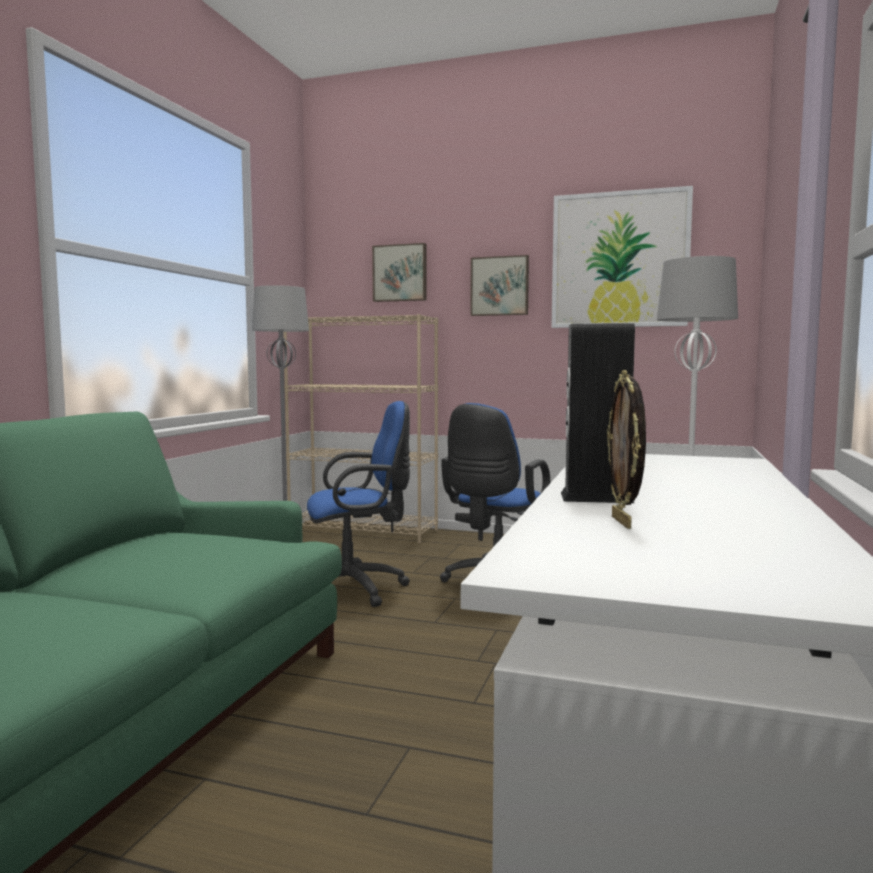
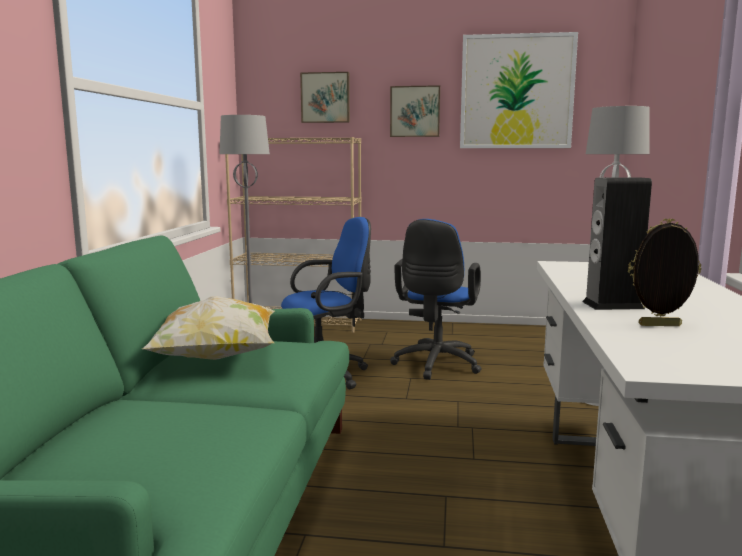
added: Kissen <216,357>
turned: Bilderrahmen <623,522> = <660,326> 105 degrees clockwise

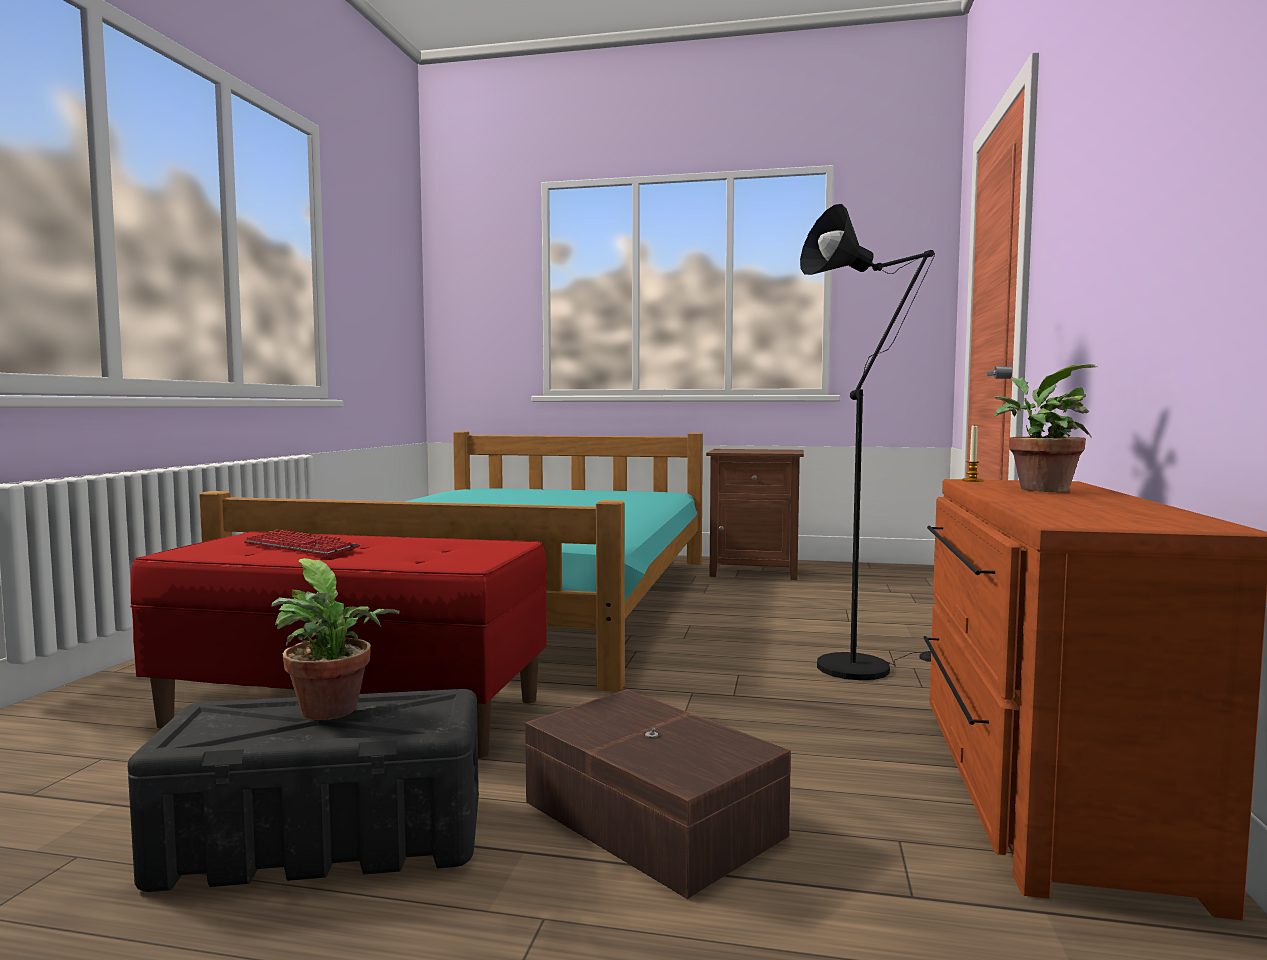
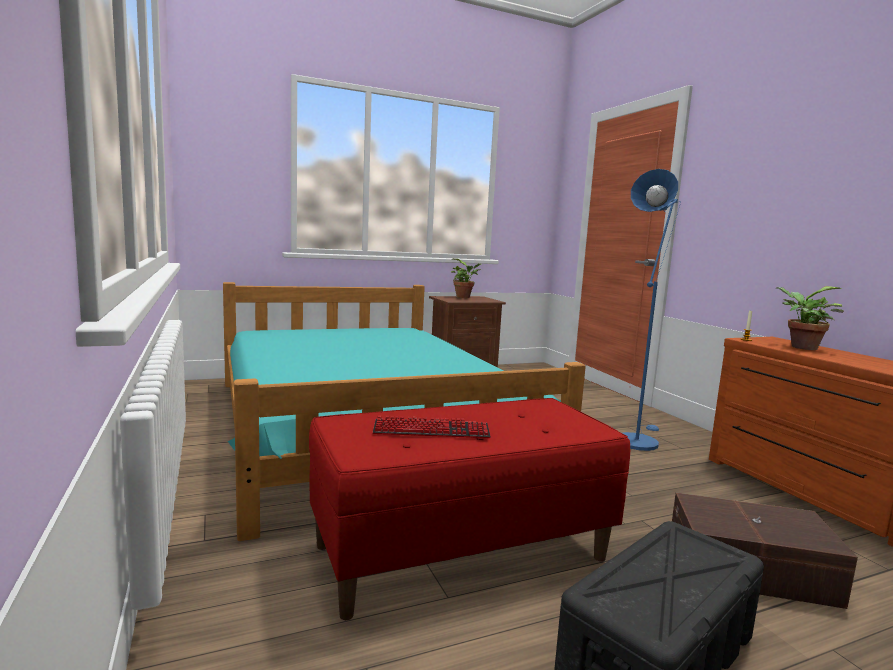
moved: Topfpflanze <332,712> to <465,297>
recoloured: Stehlampe/schwarz <863,665> to Stehlampe/blau <637,440>

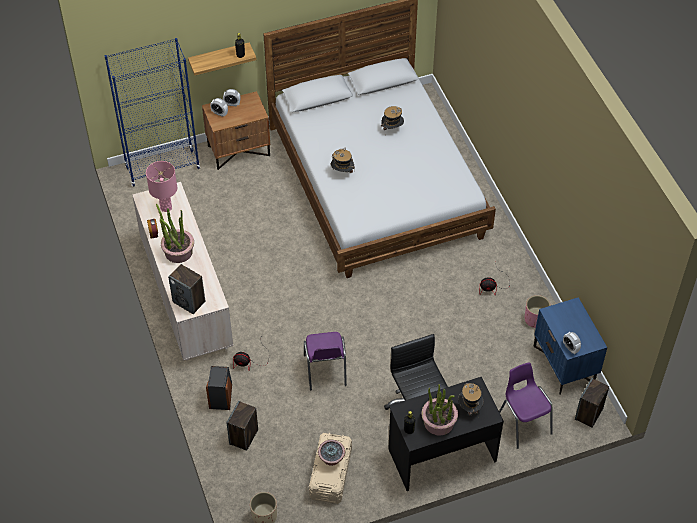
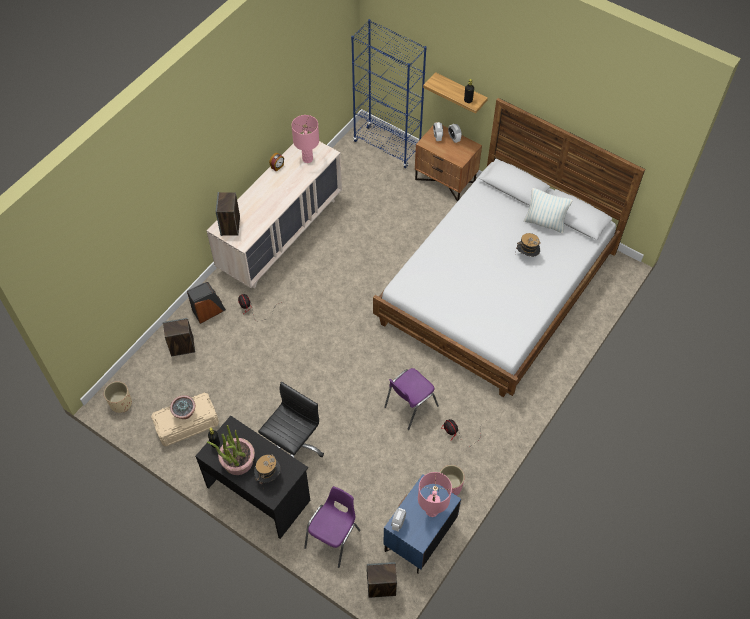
removed: Topfpflanze <178,252>; Hut <342,172>
added: Tischlampe/rosa <431,511>; Kissen <544,223>
moved: Stuhl/lila <325,371> to <409,407>

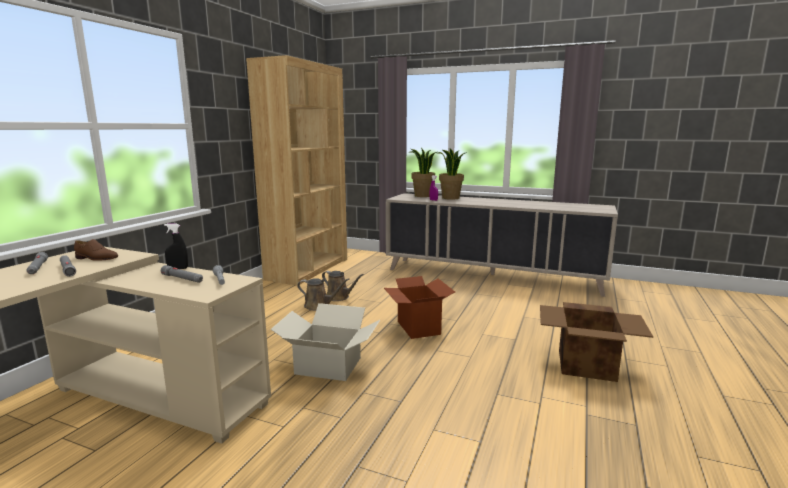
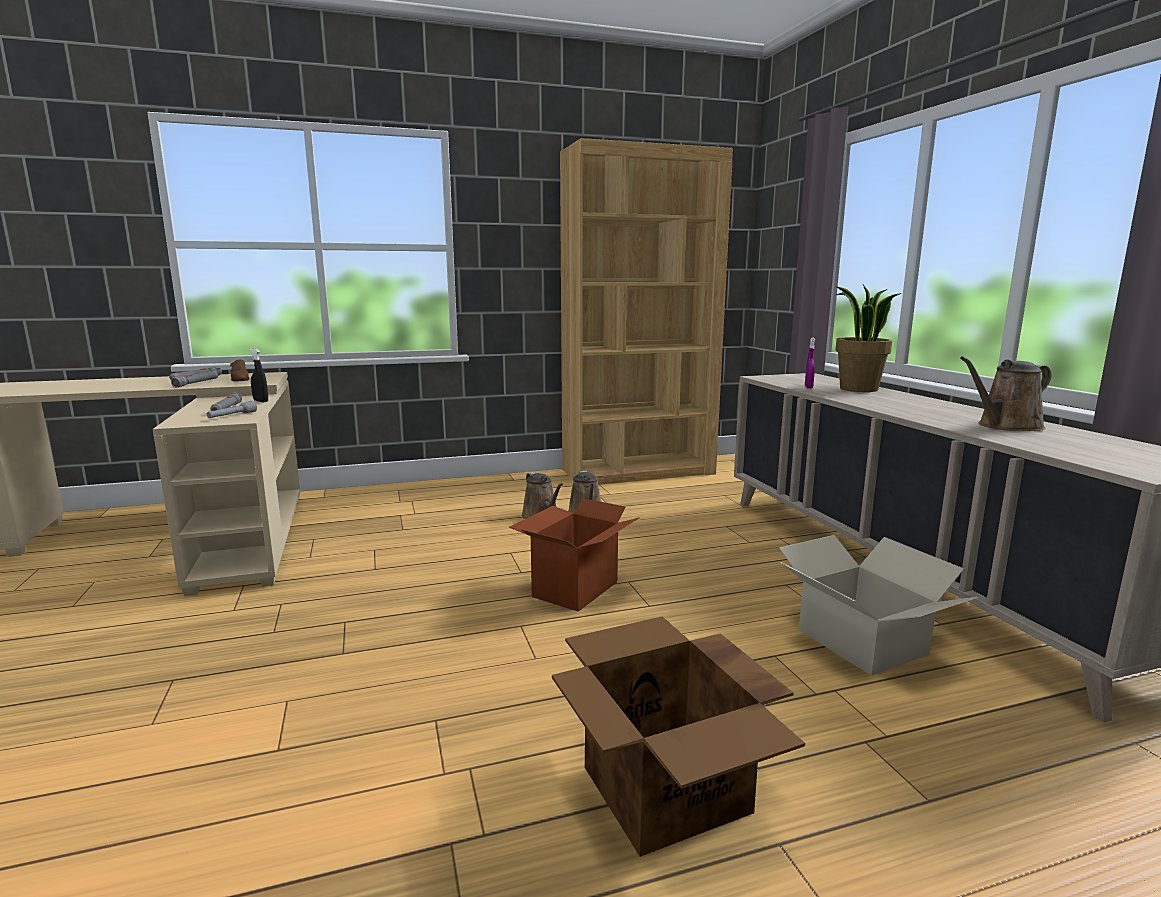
removed: Topfpflanze <422,196>
added: Gießkanne/braun <1005,426>
moved: Karton <328,365> to <862,641>

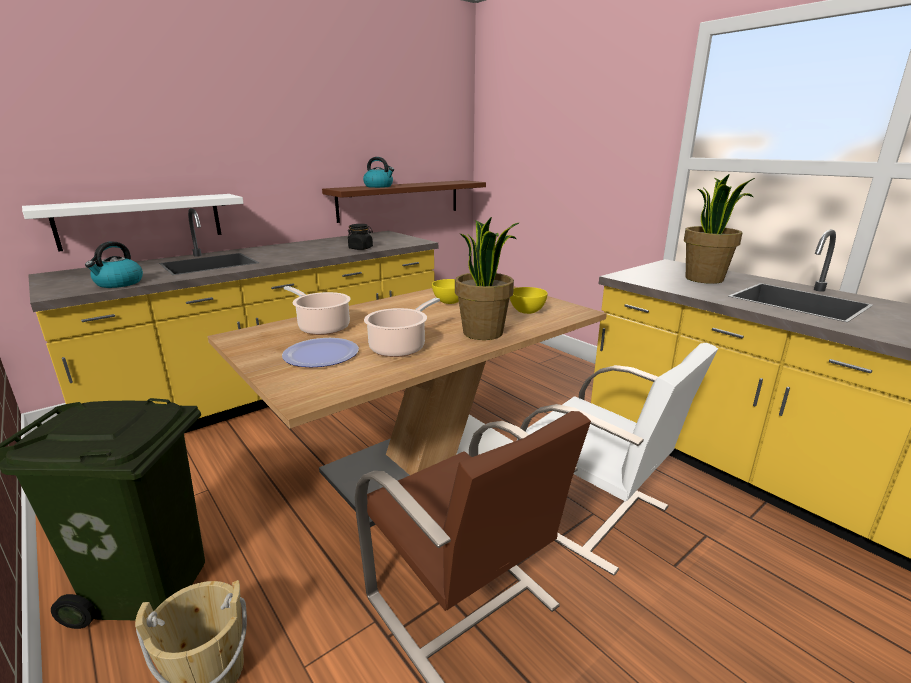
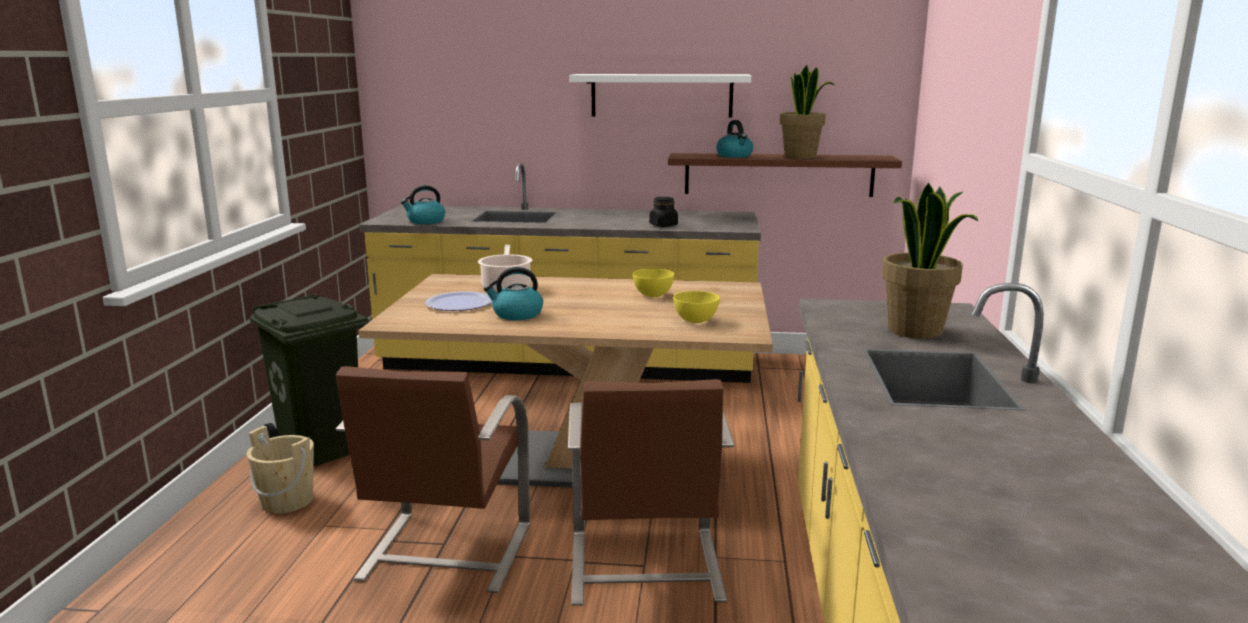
moved: Wandregal/weiß <141,221> to <661,95>; Topfpflanze <484,333> to <801,157>
replaced: Kochtopf <400,347> to Wasserkessel <516,314>
recoloured: Stuhl/weiß <596,515> to Stuhl/braun <644,568>

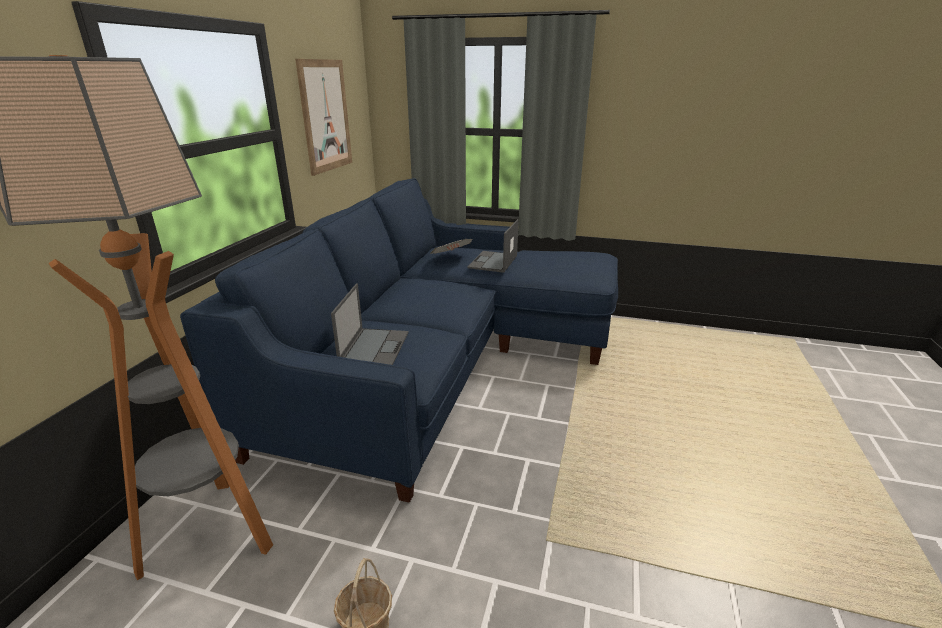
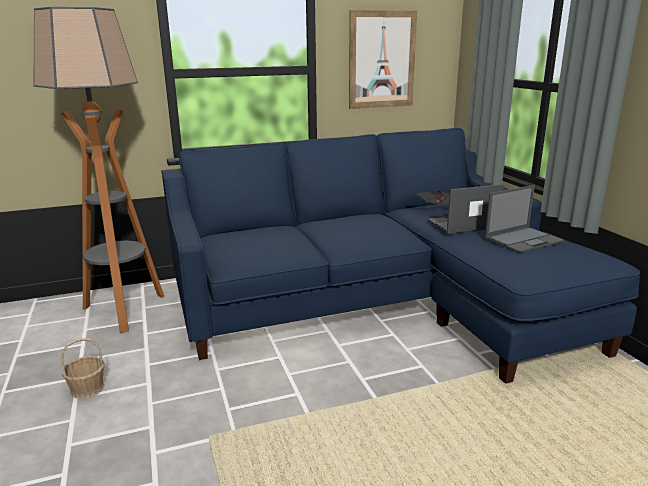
moved: Laptop <374,347> to <524,239>

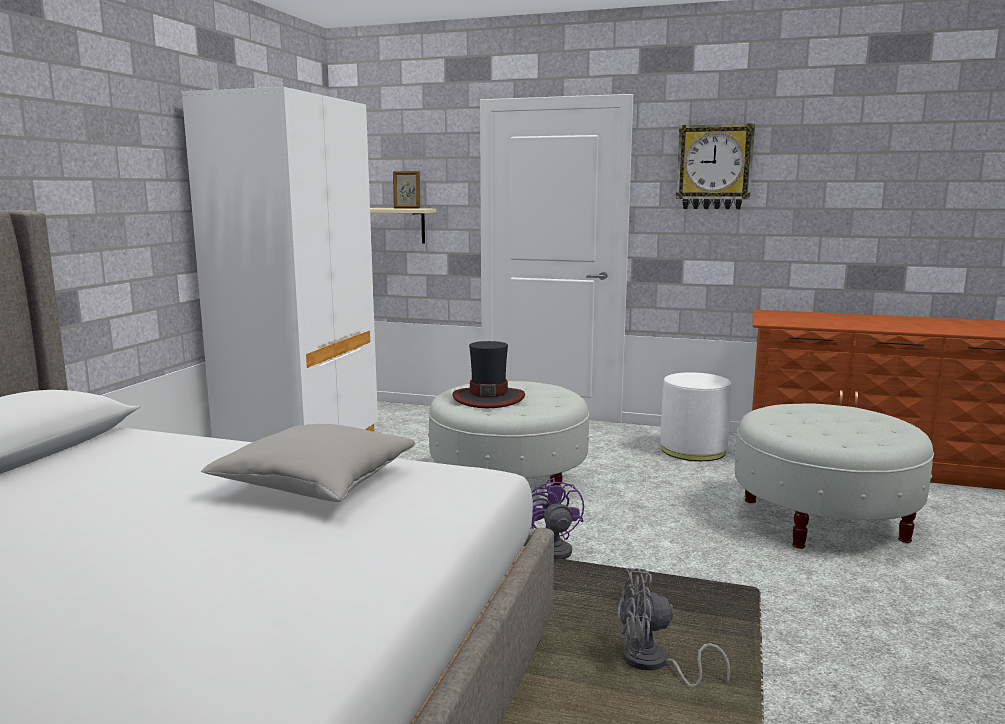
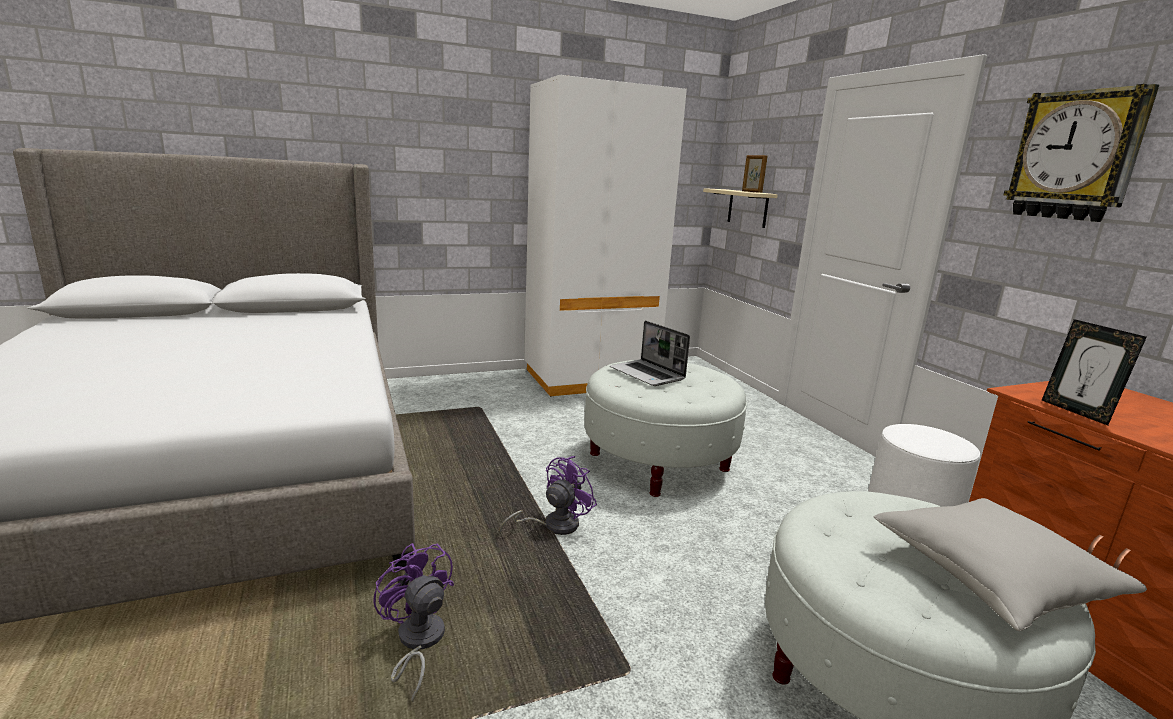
added: Bilderrahmen <1077,412>
moved: Kissen/grau <316,484> to <991,577>
replaced: Hut <488,398> to Laptop <648,374>
recoloured: Ventilator/grau <653,664> to Ventilator/lila <417,643>

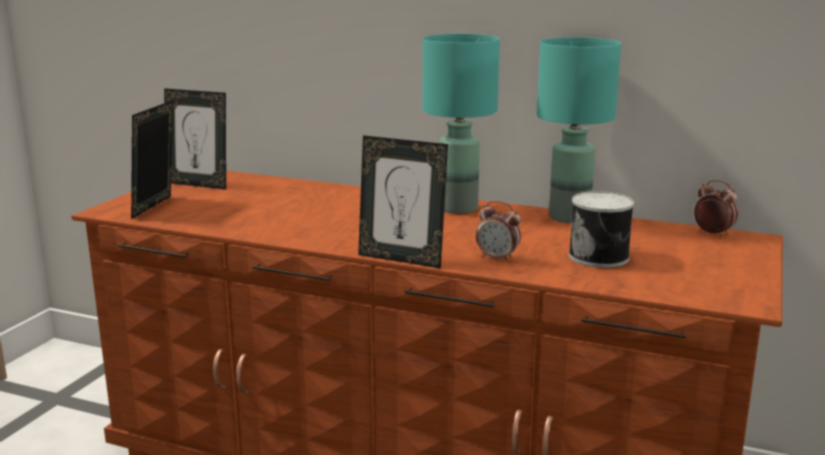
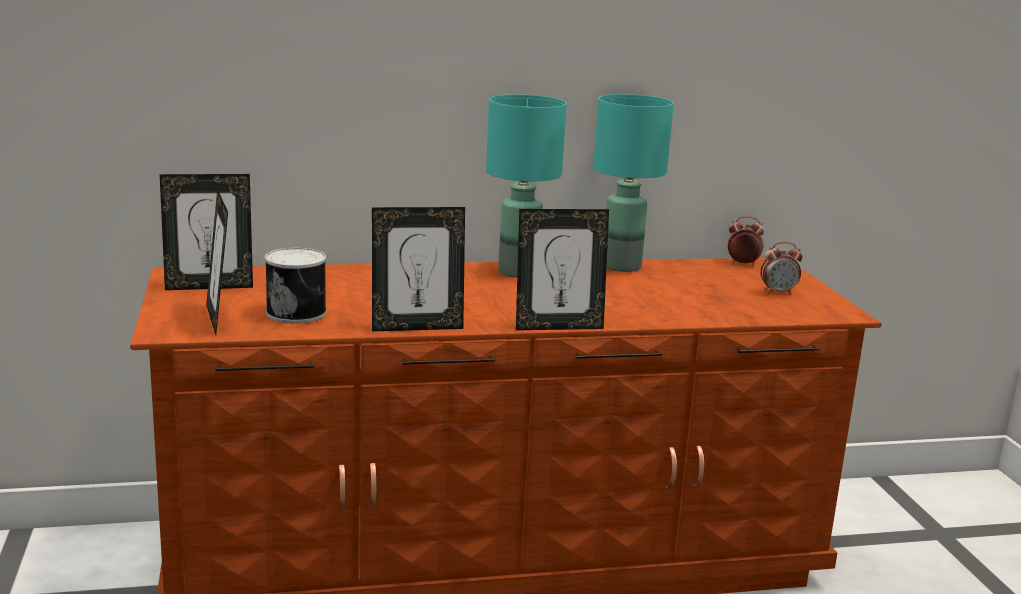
added: Bilderrahmen <417,327>
moved: Dose <600,256> to <297,312>; Wecker <497,258> to <778,292>

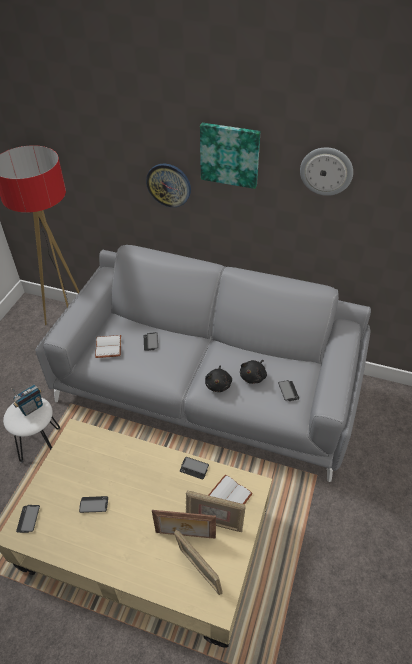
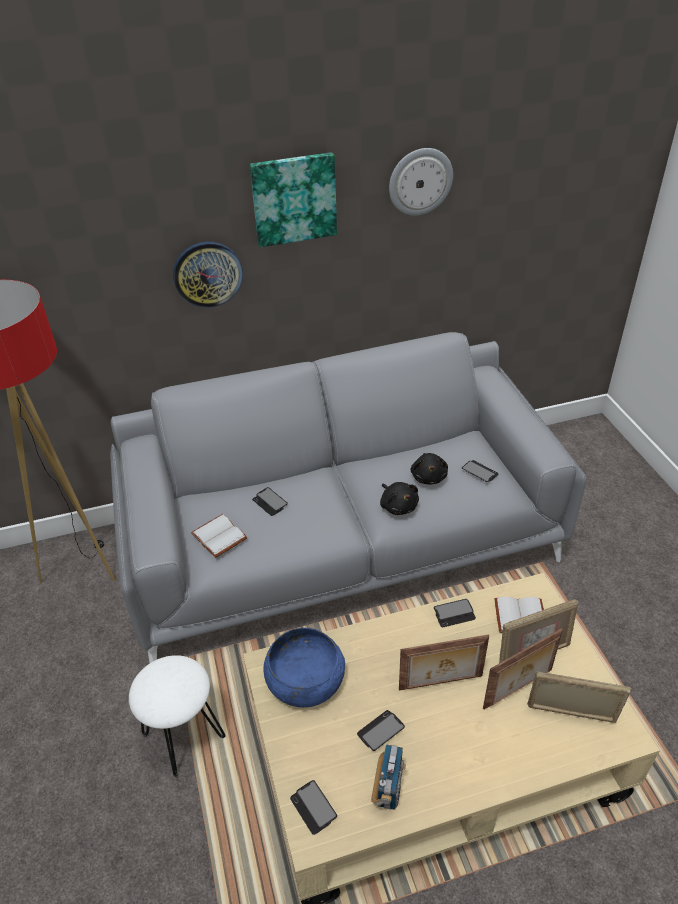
added: Schüssel/blau <305,678>; Bilderrahmen <441,684>
moved: Radio <32,408> to <388,790>

